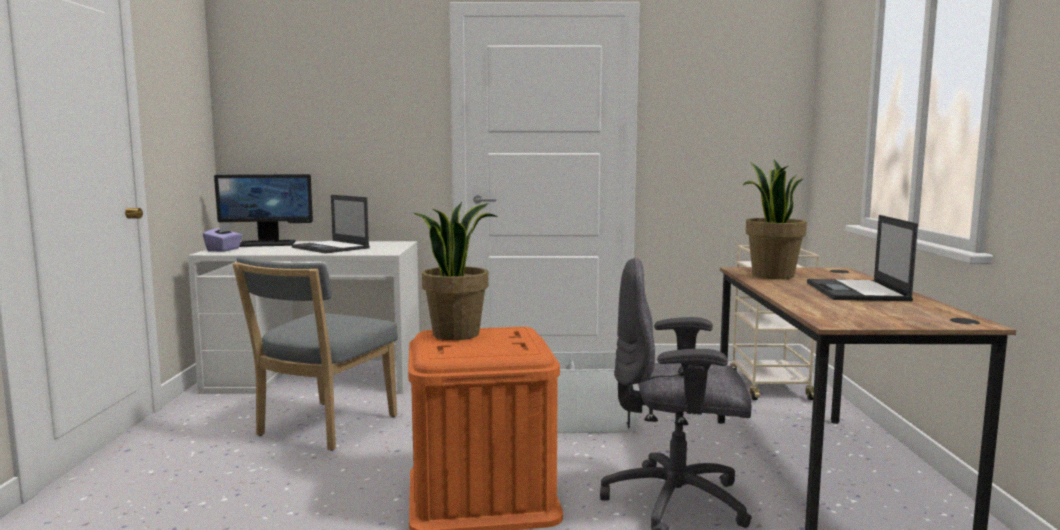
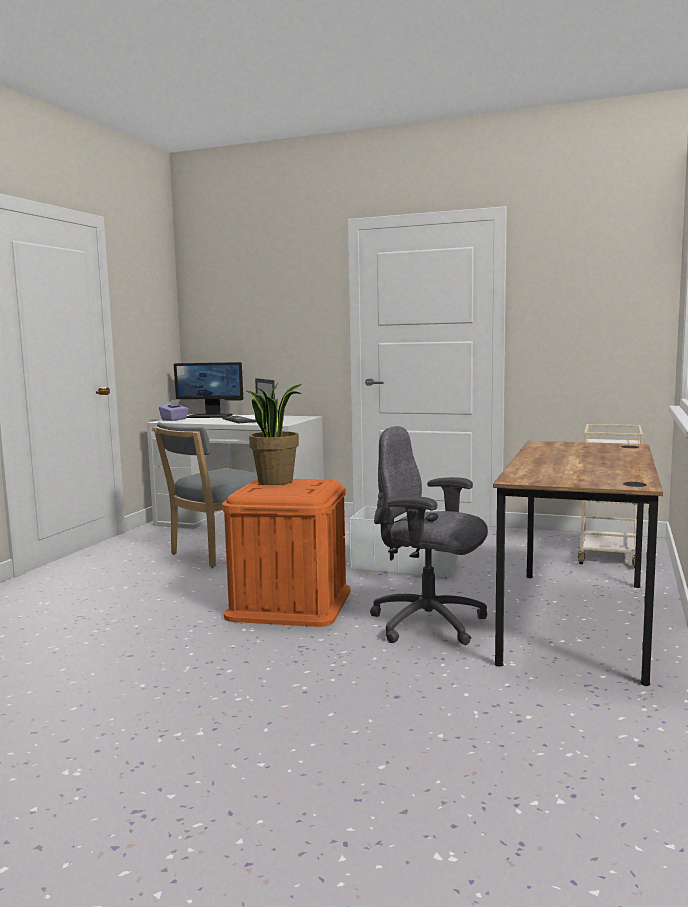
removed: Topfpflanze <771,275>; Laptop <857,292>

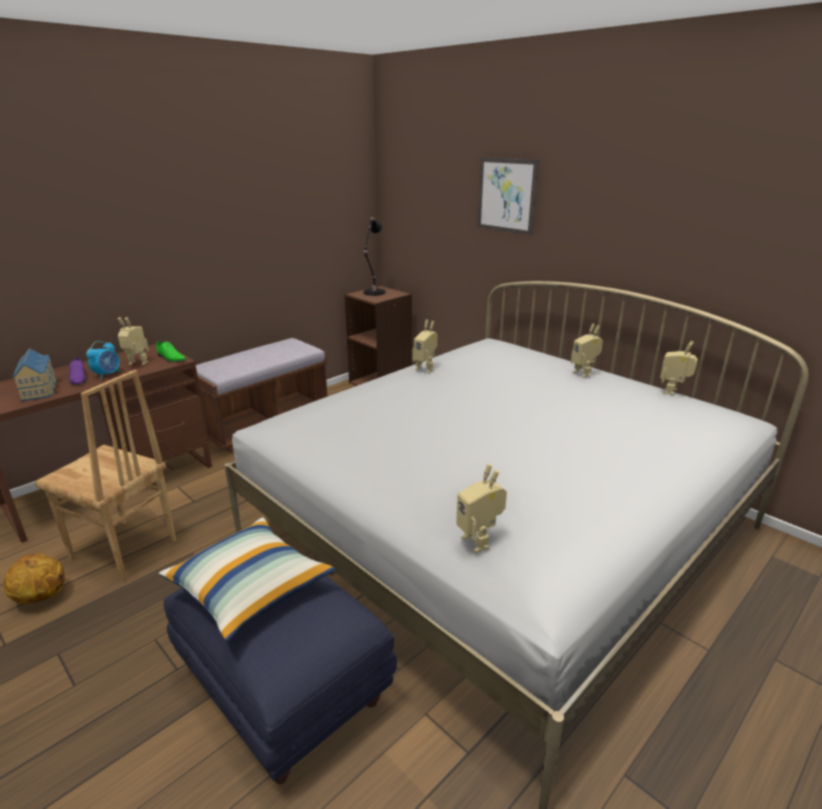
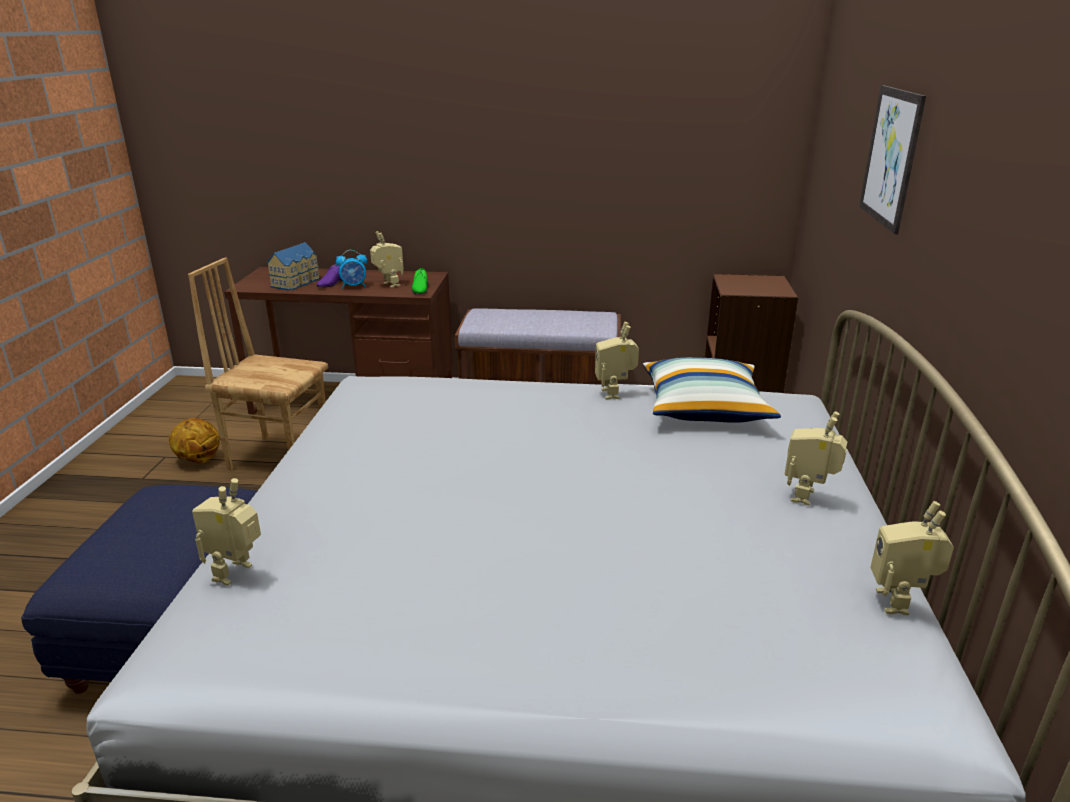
removed: Tischlampe/schwarz <373,293>
moved: Kissen <250,589> to <704,408>
turned: Stuhl/braun <123,550> = <280,457> 120 degrees clockwise; Spielzeugroboter <673,392> = <899,602> 75 degrees counterclockwise

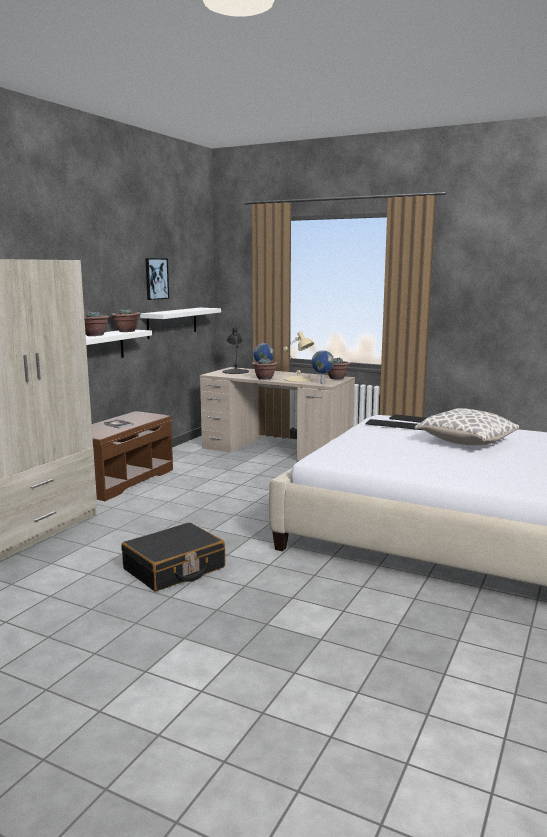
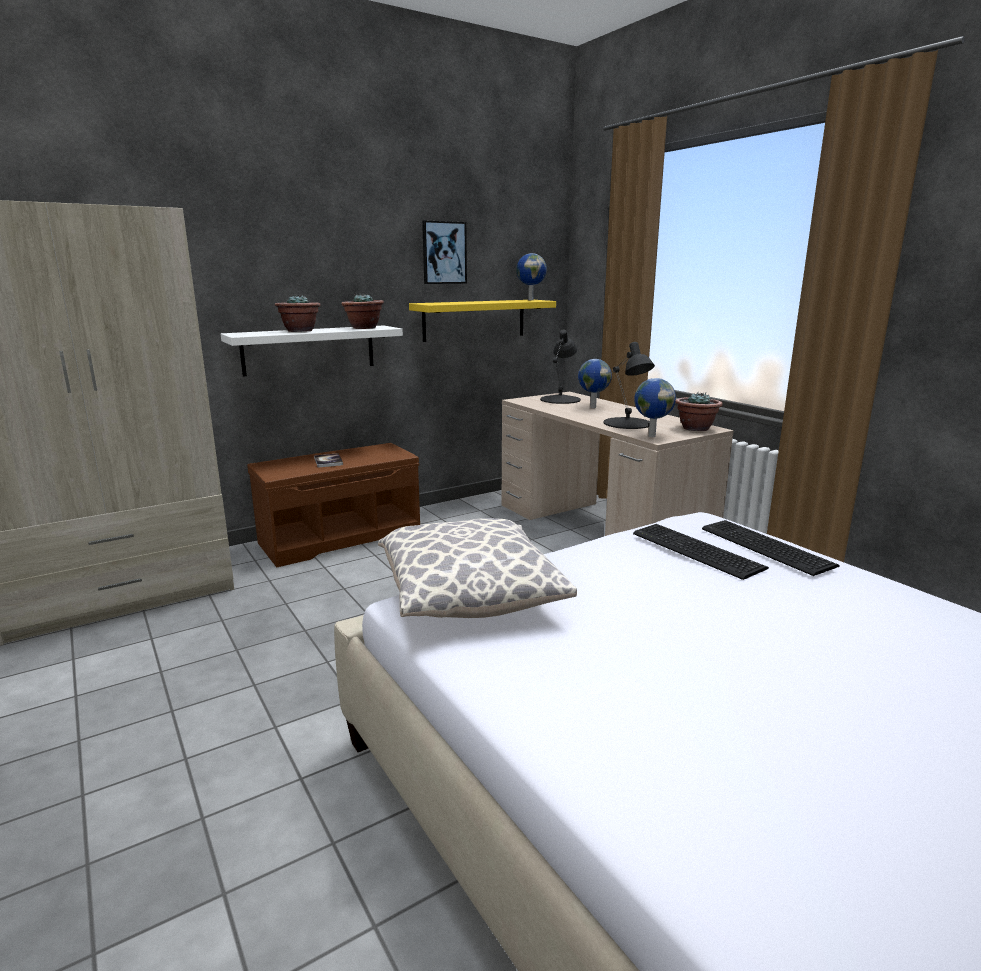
removed: Koffer/schwarz <174,569>; Topfpflanze <264,378>
added: Globus <530,300>
moved: Kissen <465,442> to <469,597>
recoloured: Wandregal/weiß <172,322> to Wandregal/gelb <474,320>; Tischlampe/beige <298,379> to Tischlampe/schwarz <627,423>

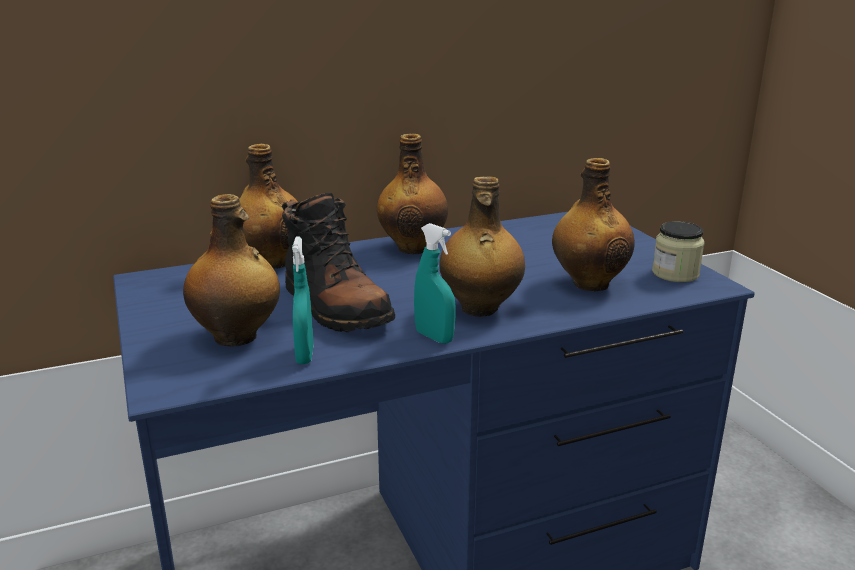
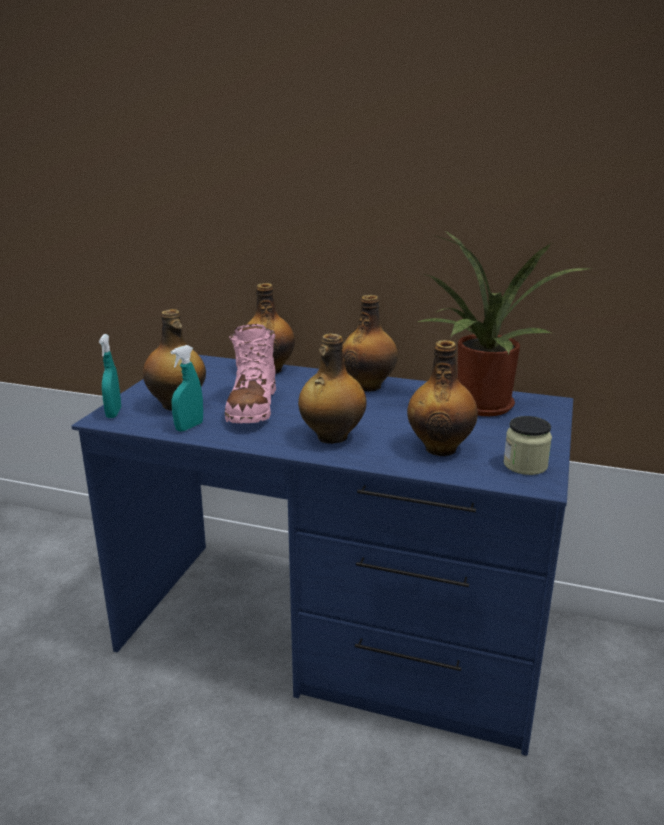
added: Topfpflanze <481,408>
moved: Sprühflasche/türkis <434,337> to <113,413>
recoloured: Stiefel/schwarz <335,307> to Stiefel/rosa <252,407>

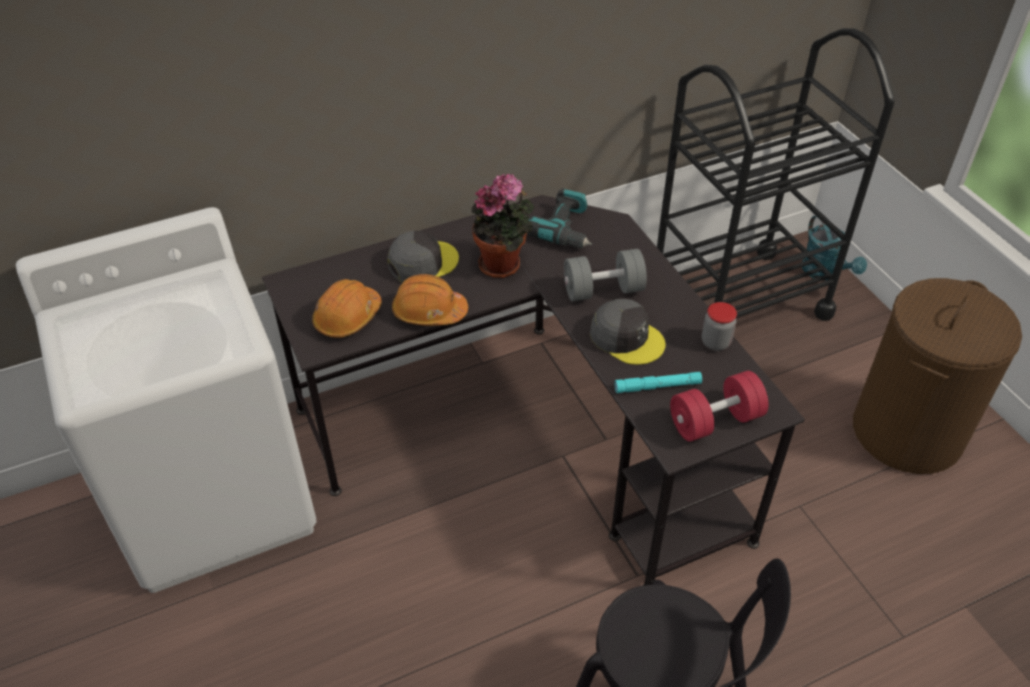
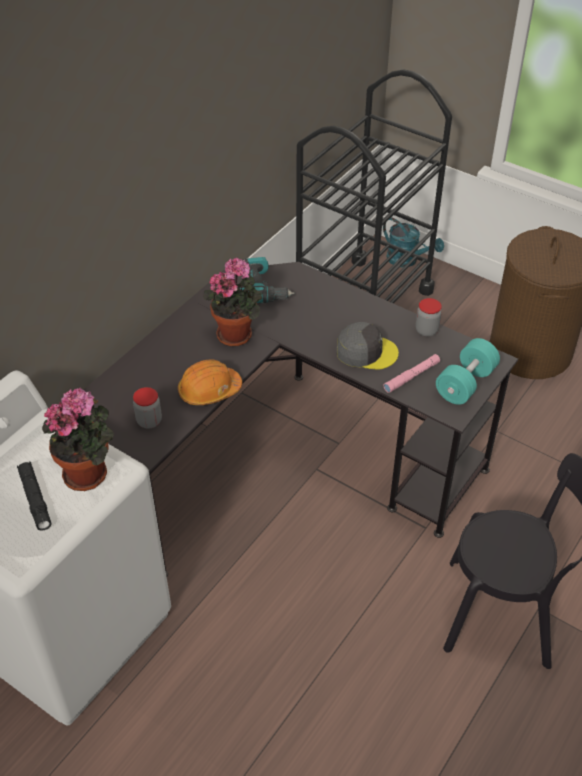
removed: Kappe/grau <422,262>; Hantel/grau <603,290>
added: Taschenlampe/schwarz <35,499>; Topfpflanze <89,473>
replaced: Schutzhelm/orange <347,317> to Vorratsglas <149,421>
recoloured: Taschenlampe/türkis <657,386> to Taschenlampe/rosa <411,376>; Hantel/rot <715,421> to Hantel/türkis <465,383>

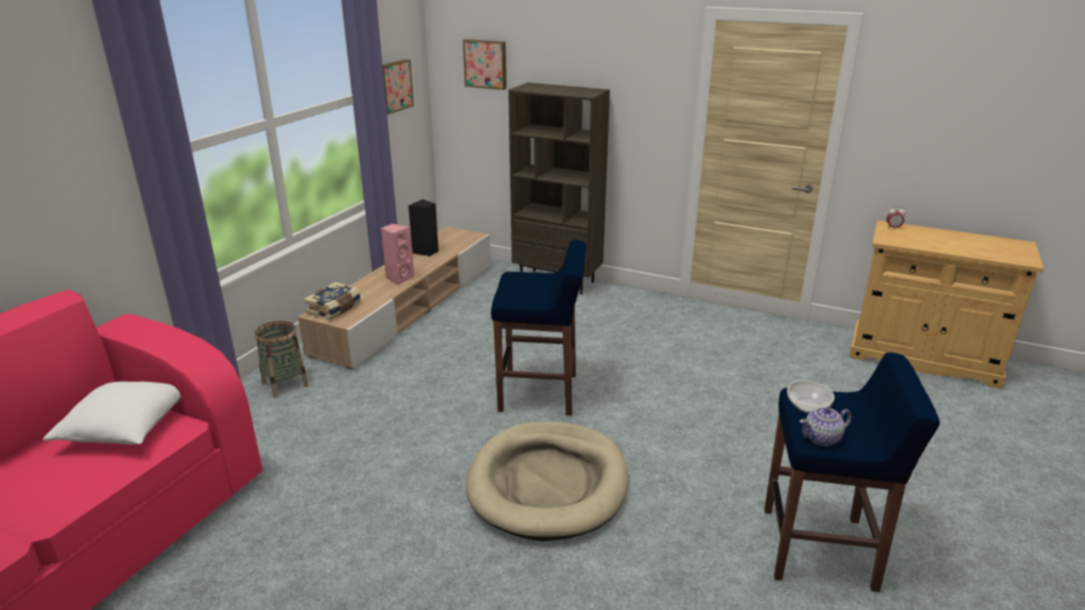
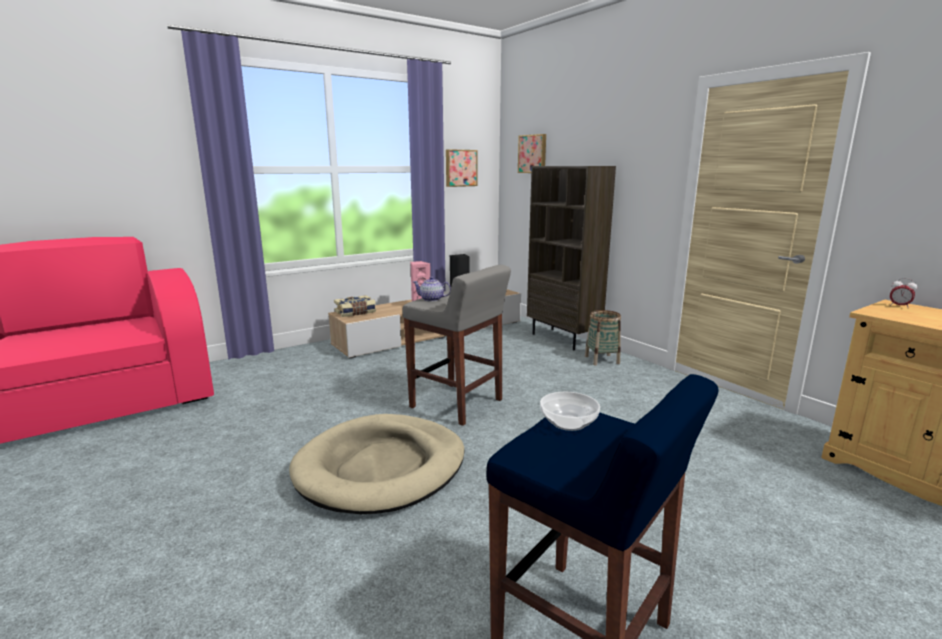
removed: Kissen/weiß <126,430>
moved: Teekanne <822,438> to <432,299>; Korb <285,384> to <602,360>
recoloured: Hocker/blau <540,393> to Hocker/grau <457,404>

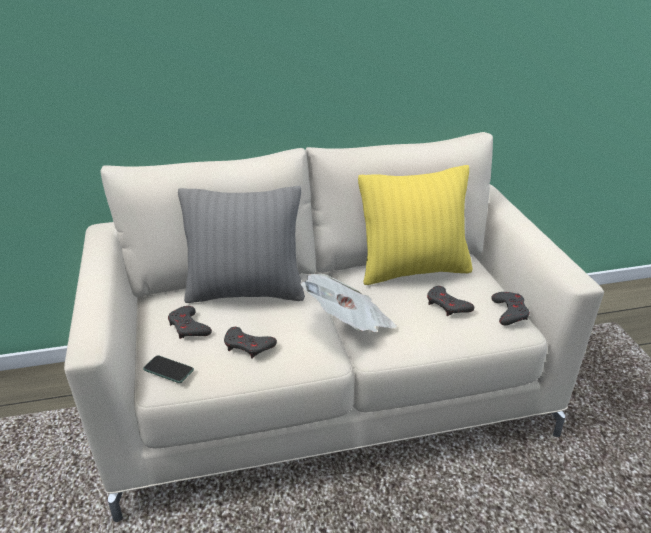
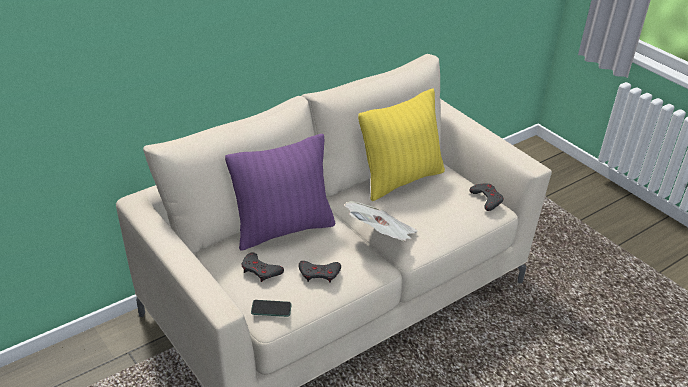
removed: Gamepad/grau <447,305>
recoloured: Kissen/grau <245,292> to Kissen/lila <283,229>

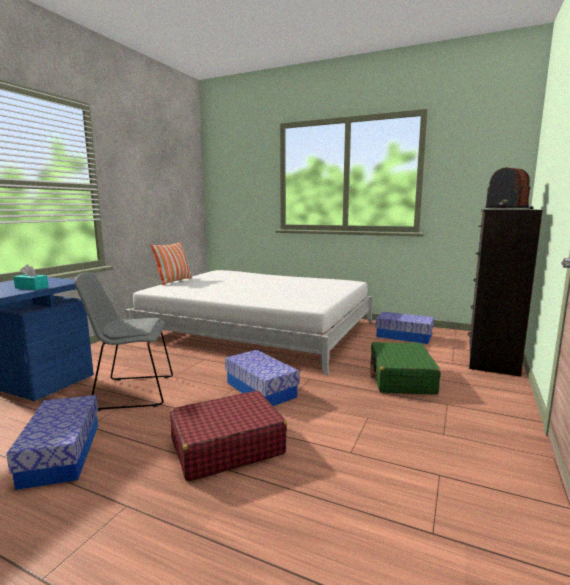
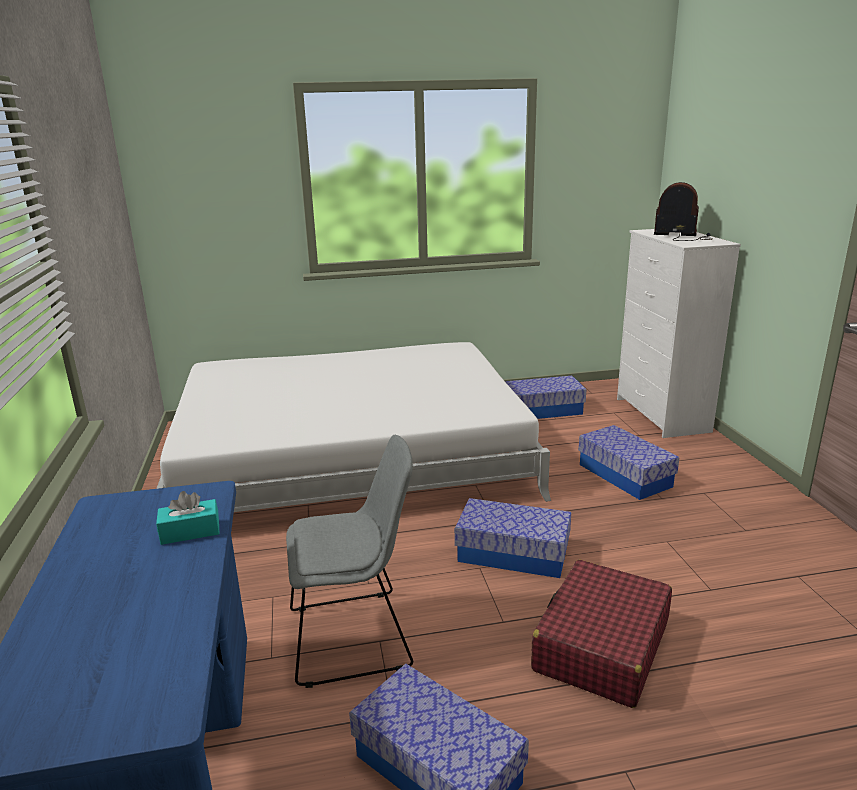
removed: Kissen <174,281>
replaced: Koffer/grün <401,378> to Aufbewahrungsbox <625,475>
recoloured: Kommode/schwarz <491,358> to Kommode/weiß <661,415>
turned: Stuhl/grau <131,392> = <355,636> 150 degrees counterclockwise

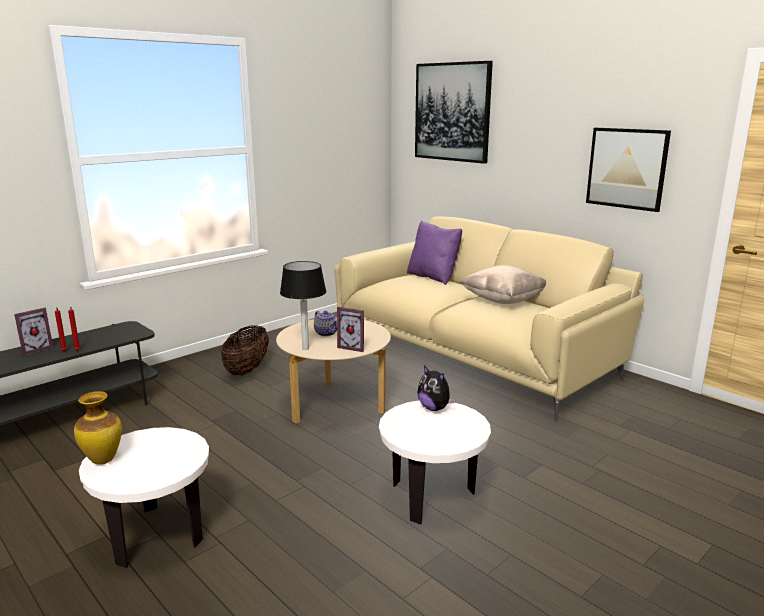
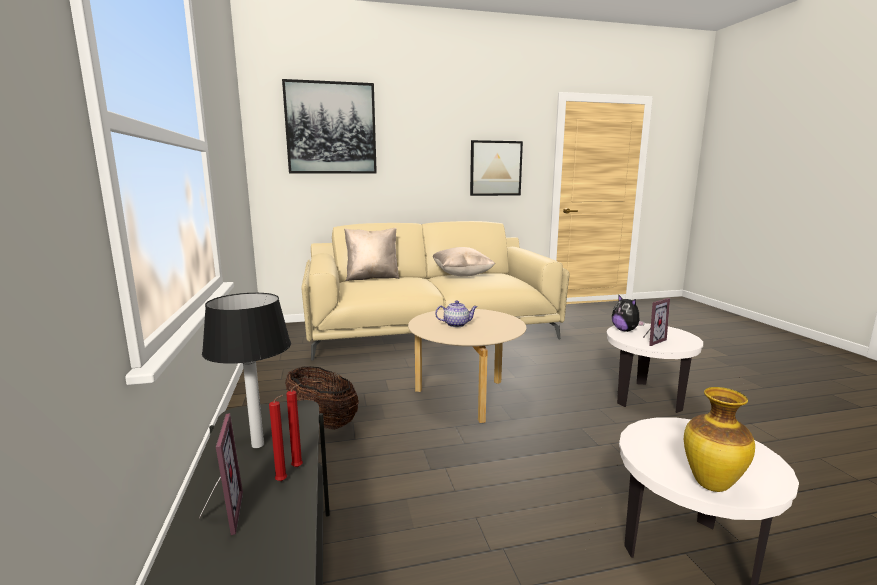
moved: Tischlampe <305,348> to <257,445>; Bilderrahmen <353,347> to <650,340>
recoloured: Kissen/lila <433,277> to Kissen/beige <372,278>
turned: Plüschtier <434,408> = <625,330> 75 degrees clockwise

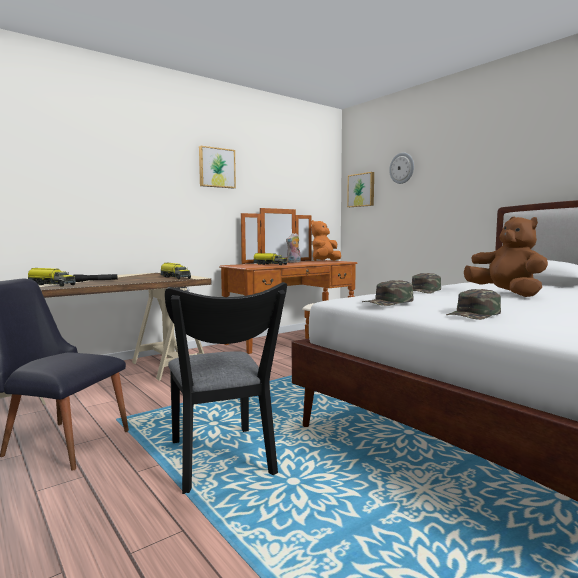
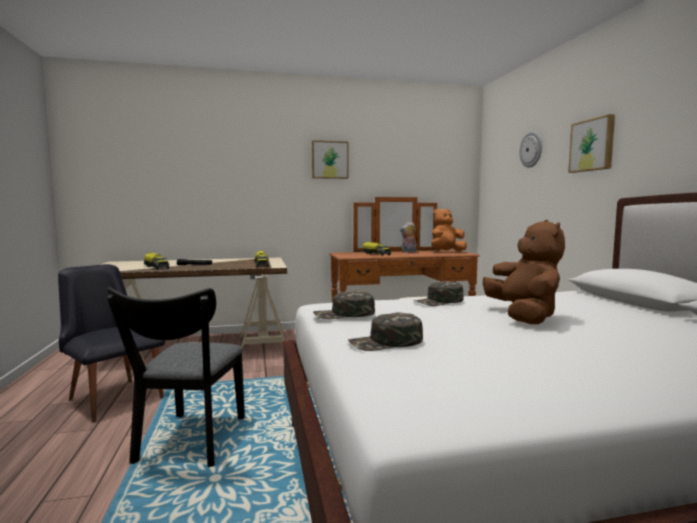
moved: Bild <361,190> to <592,145>

